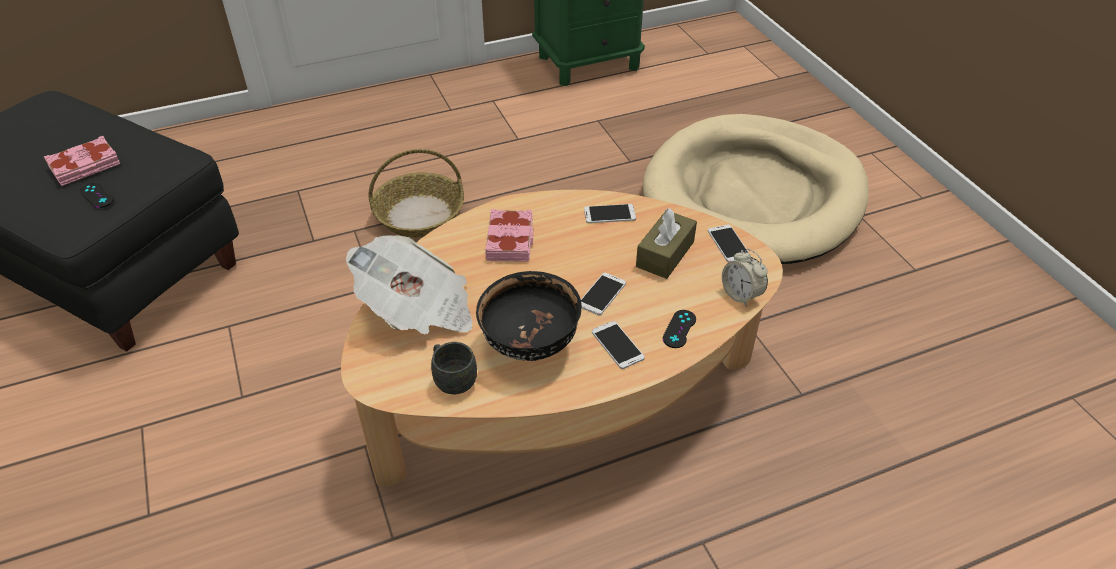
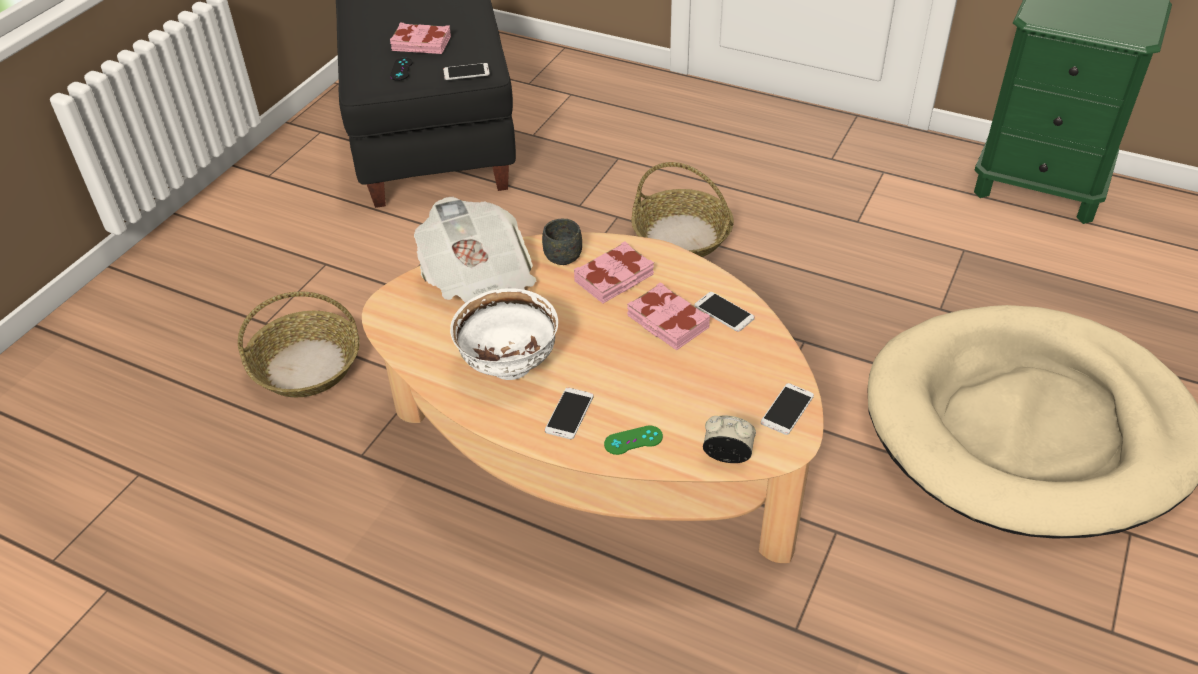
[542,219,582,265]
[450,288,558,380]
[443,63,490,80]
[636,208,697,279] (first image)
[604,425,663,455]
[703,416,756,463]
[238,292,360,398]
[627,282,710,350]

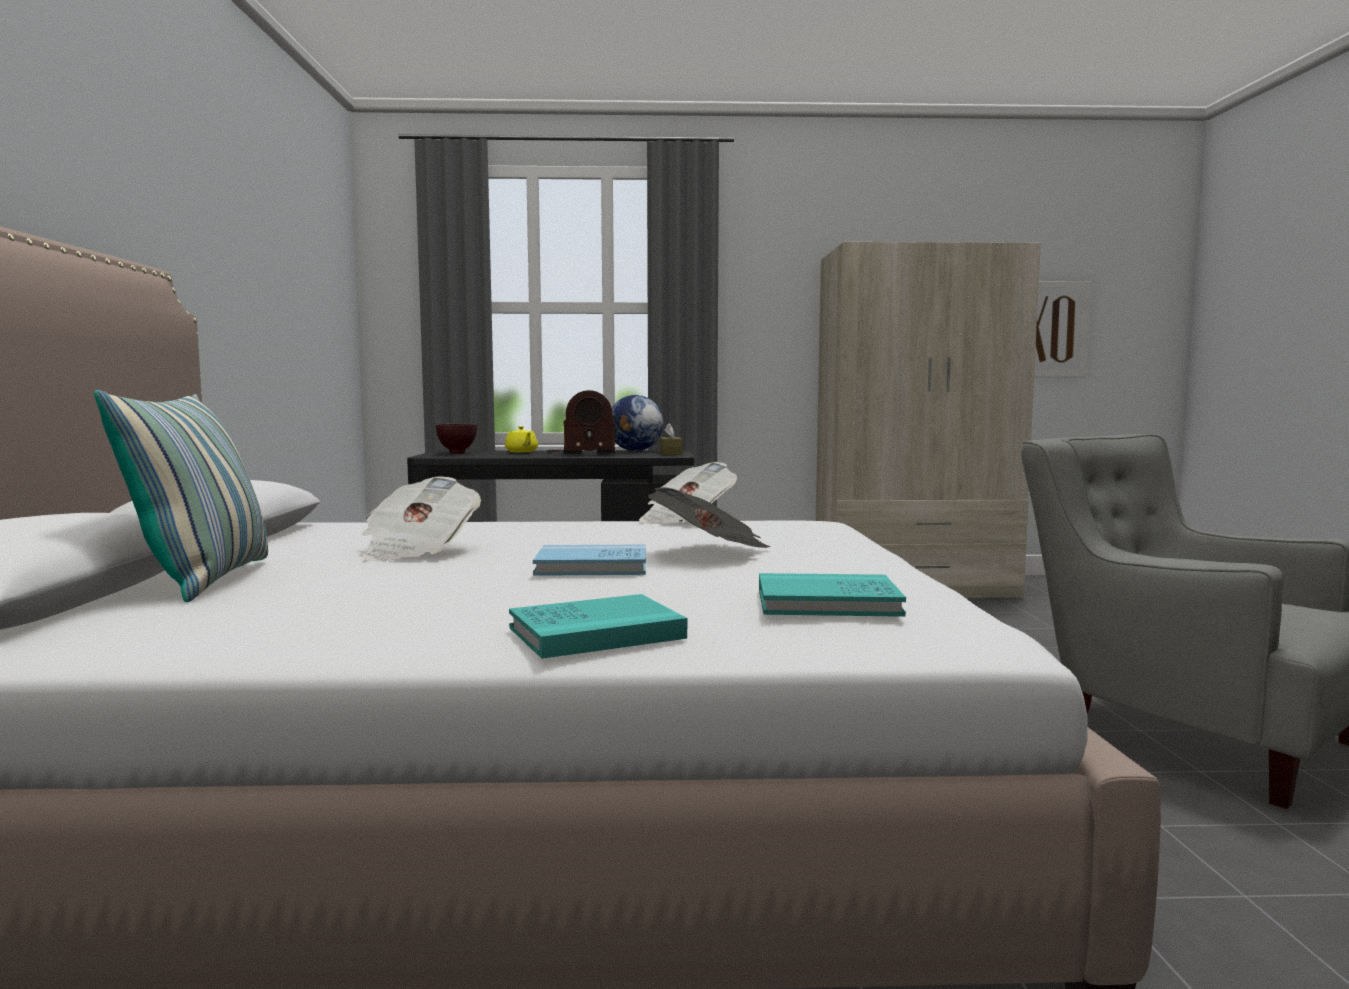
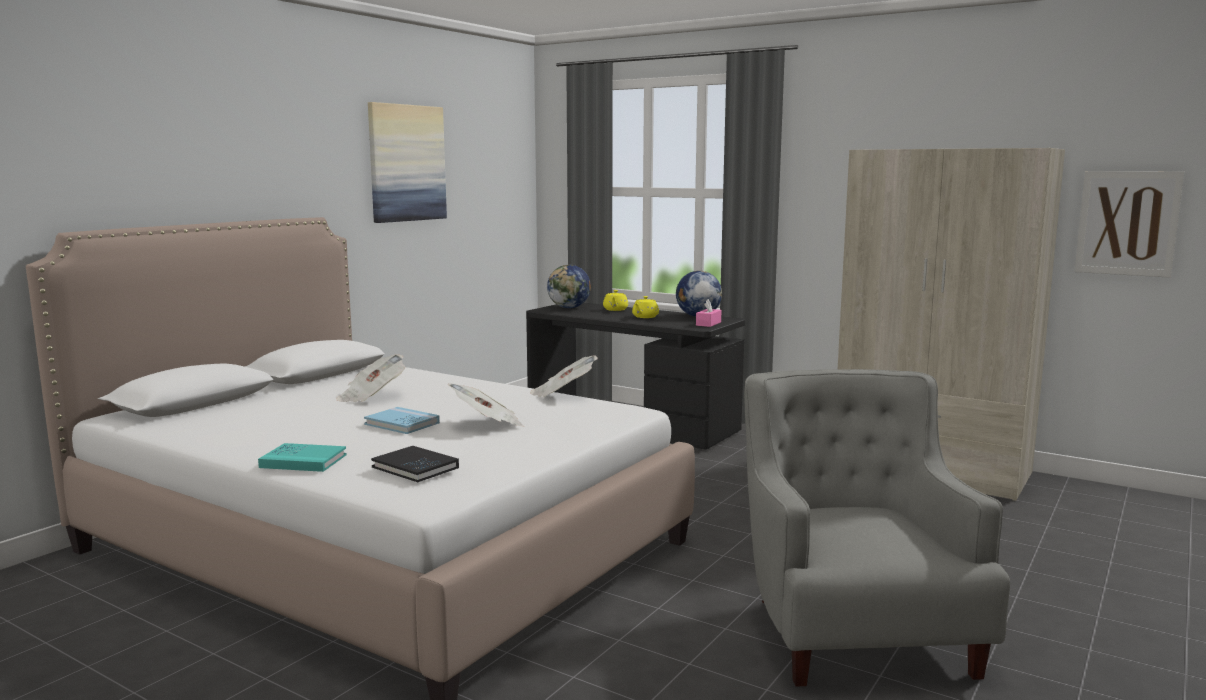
[94,390,268,602] (first image)
[547,265,591,308]
[632,296,659,318]
[696,299,721,327]
[371,446,459,482]
[368,102,447,223]

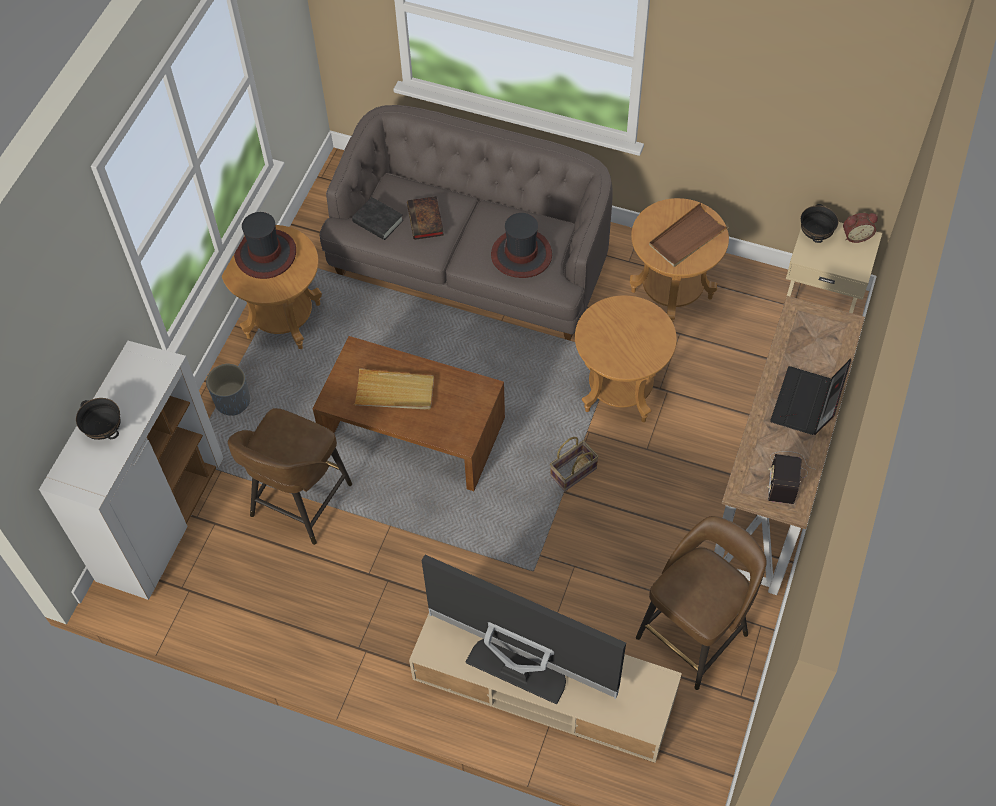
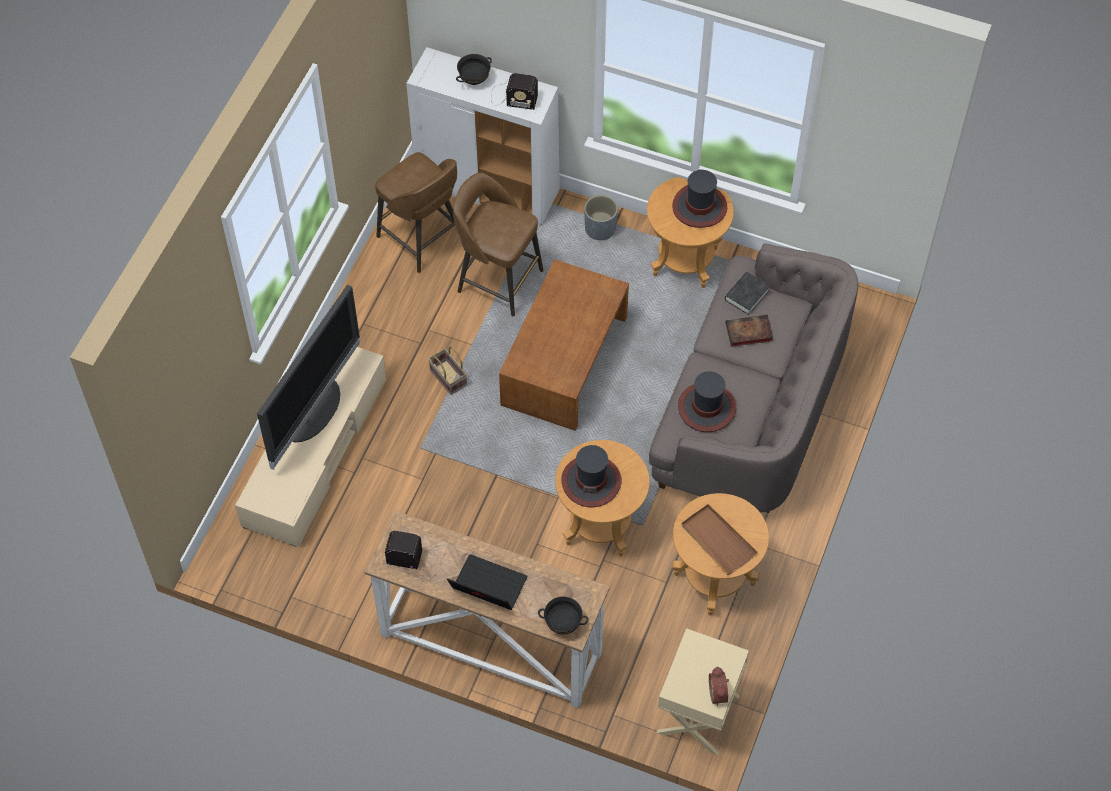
[354,368,434,410] (first image)
[428,346,467,395]
[375,152,457,273]
[538,596,589,634]
[491,73,538,110]
[561,445,621,507]

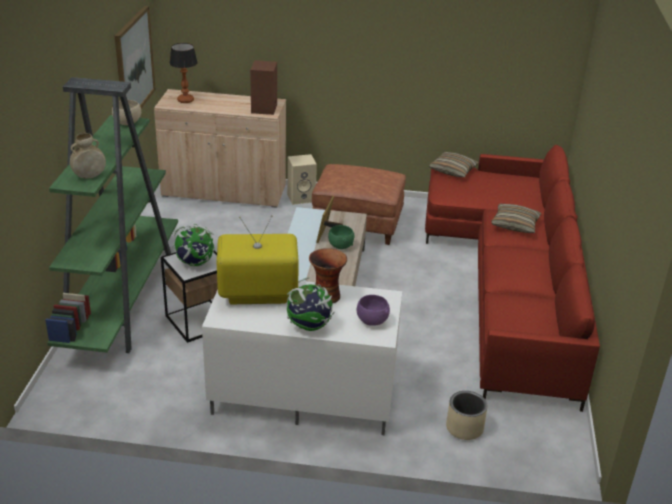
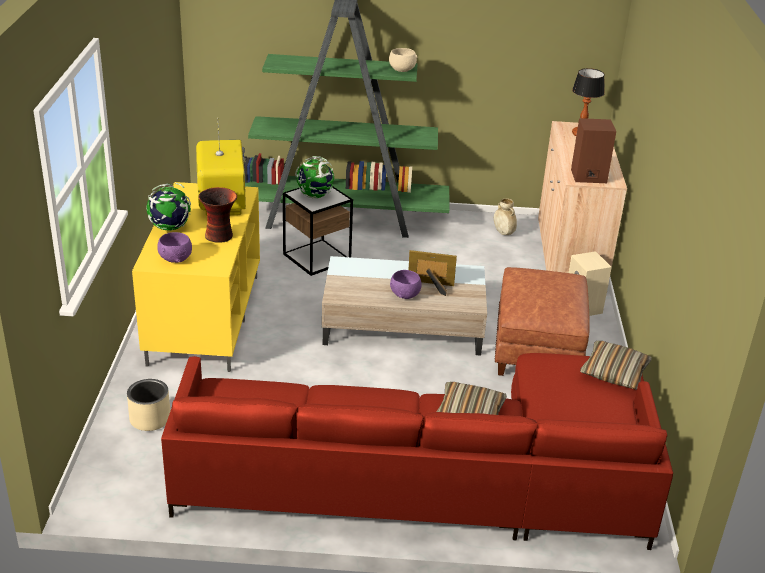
[494,198,517,235]
[115,6,156,109] (first image)
[132,182,260,372]
[390,270,422,299]

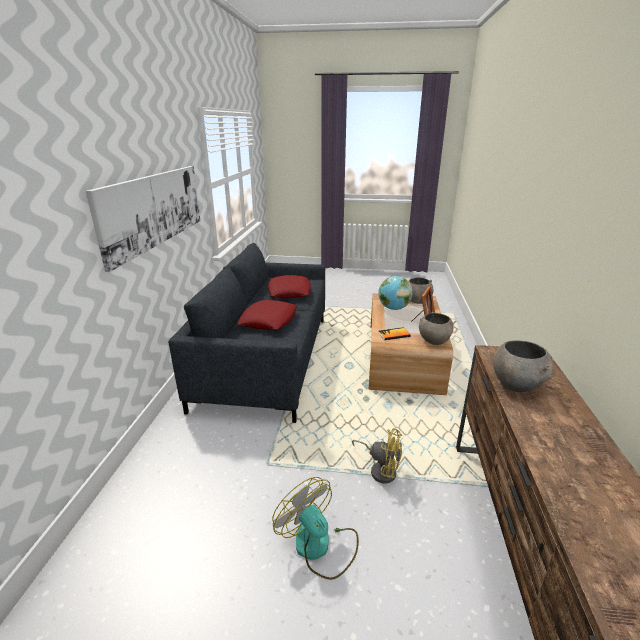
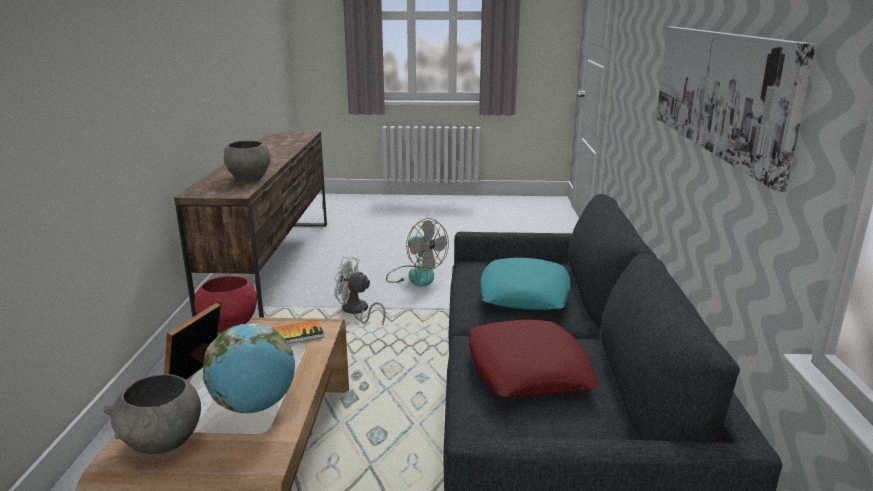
[480,258,571,310]
[334,256,386,325]
[194,276,257,332]

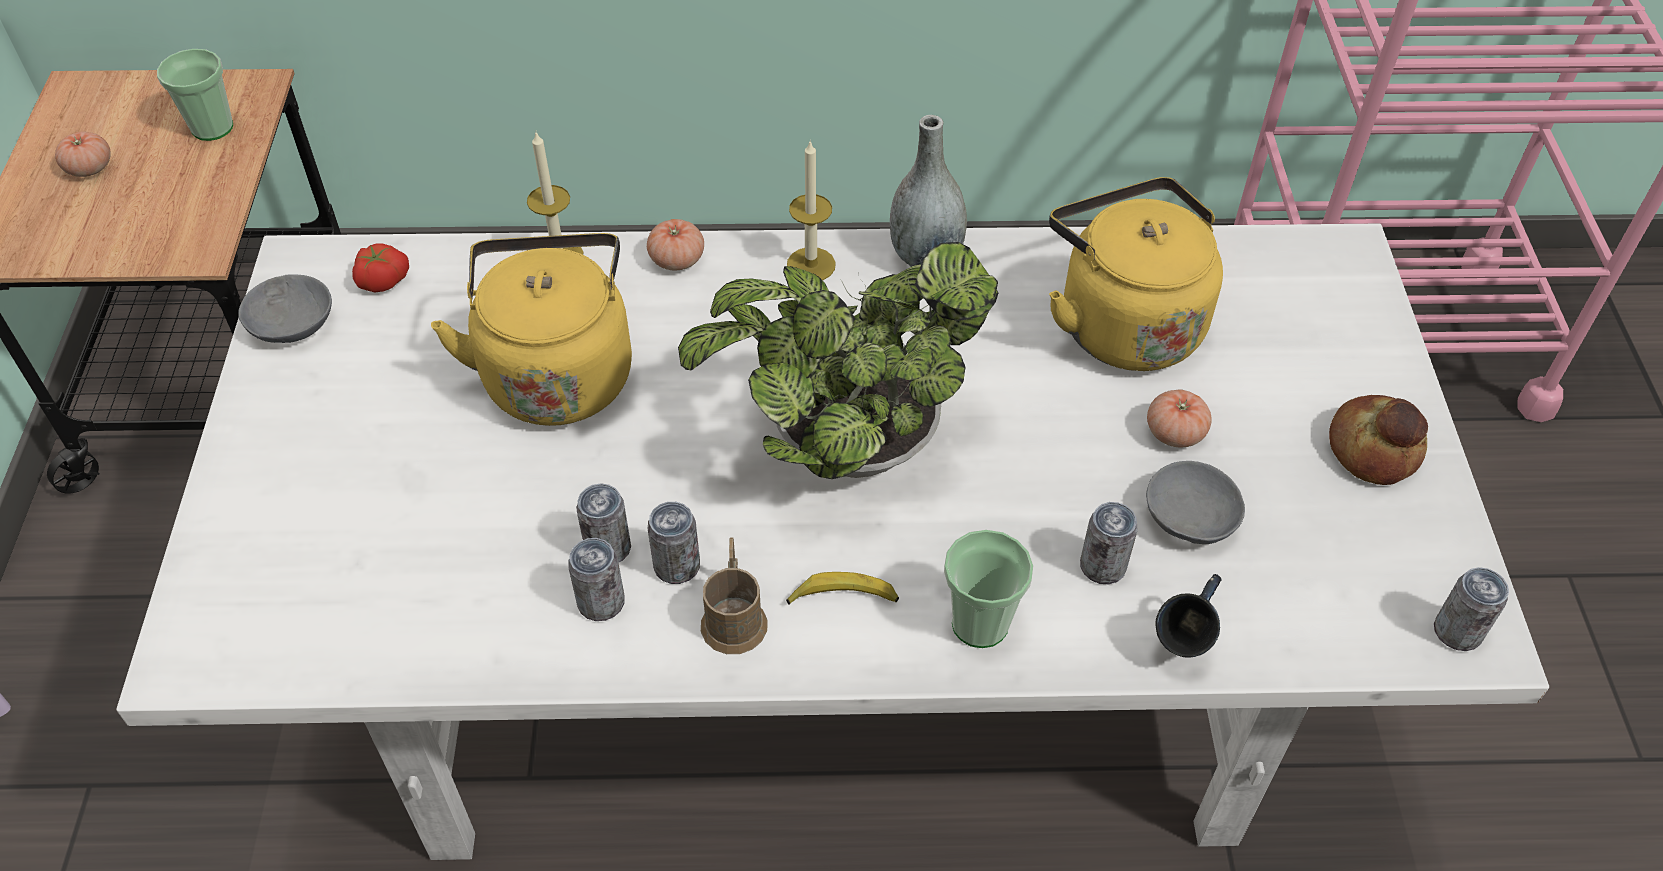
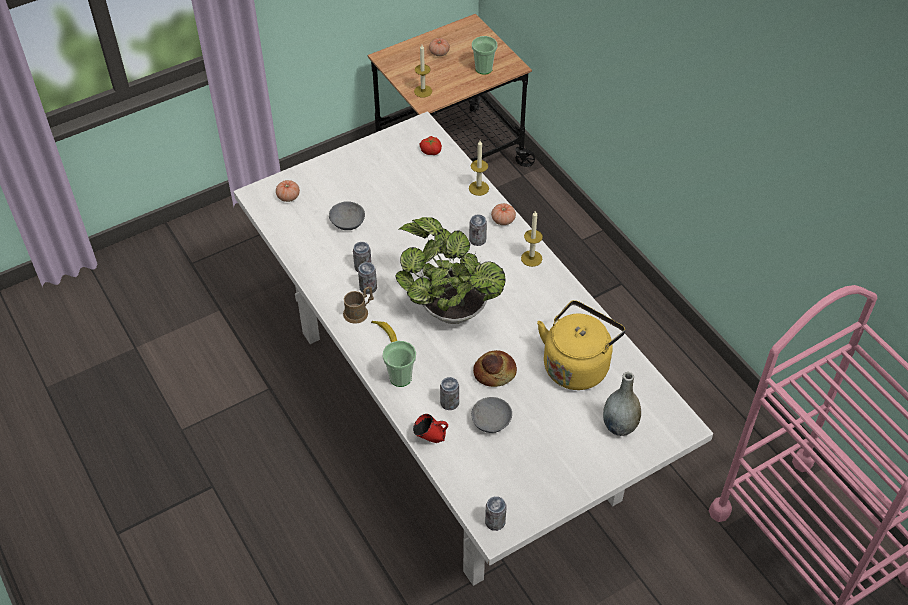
[329,201,365,230]
[431,233,632,426] (first image)
[469,214,487,246]
[603,372,641,436]
[276,180,300,202]
[413,414,448,443]
[473,350,517,387]
[414,45,432,98]

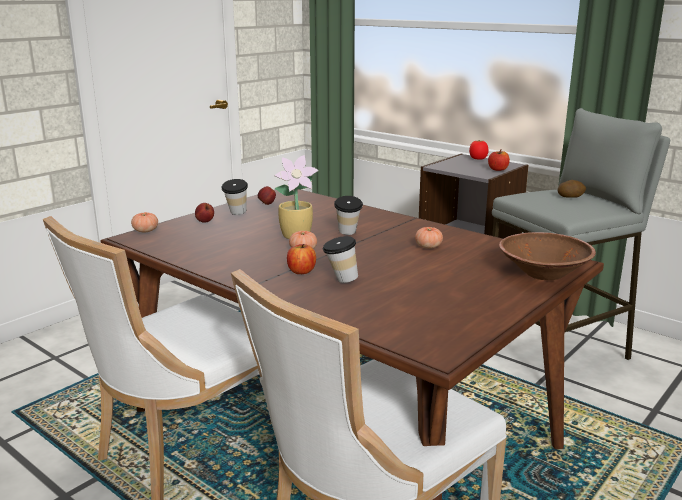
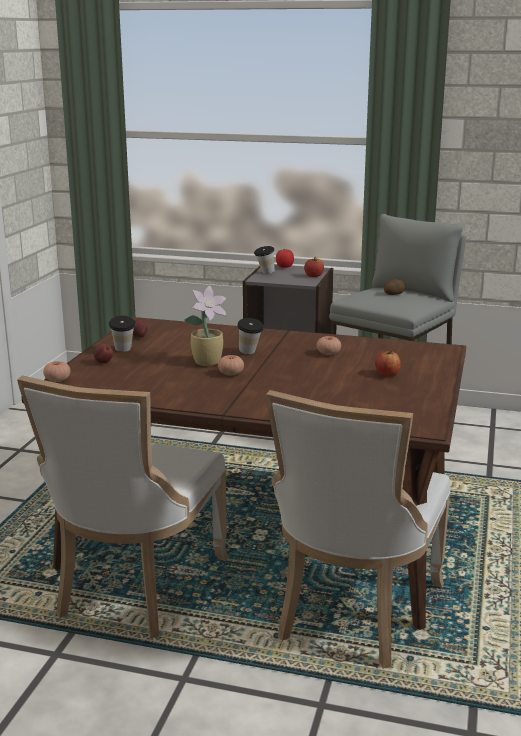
[376,350,401,377]
[254,246,275,274]
[499,232,596,280] (first image)

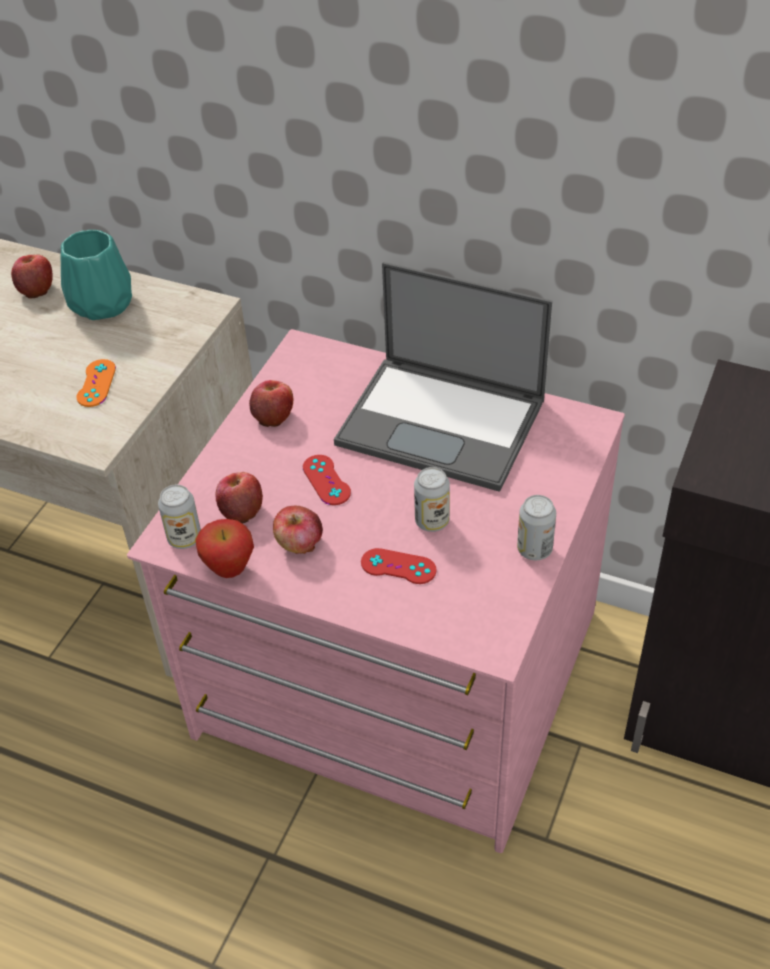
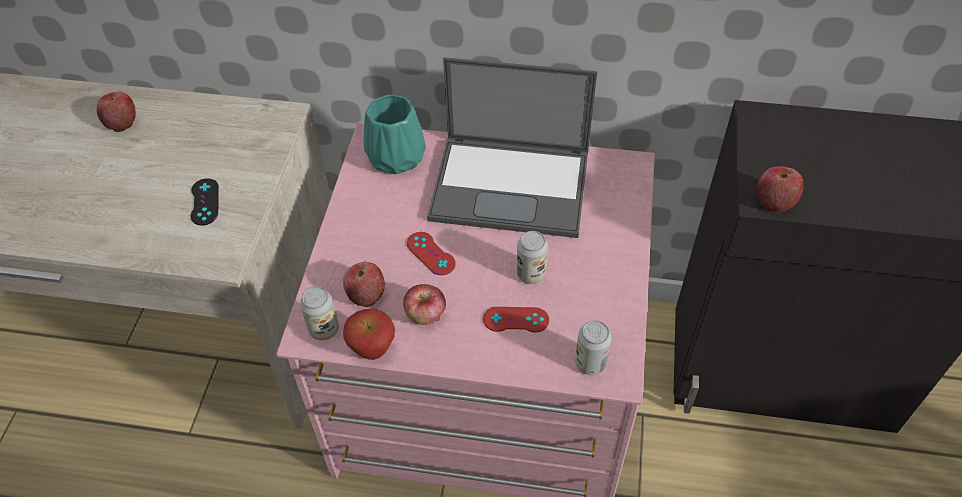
[364,95,426,174]
[190,178,219,226]
[757,166,804,213]
[575,320,612,375]

